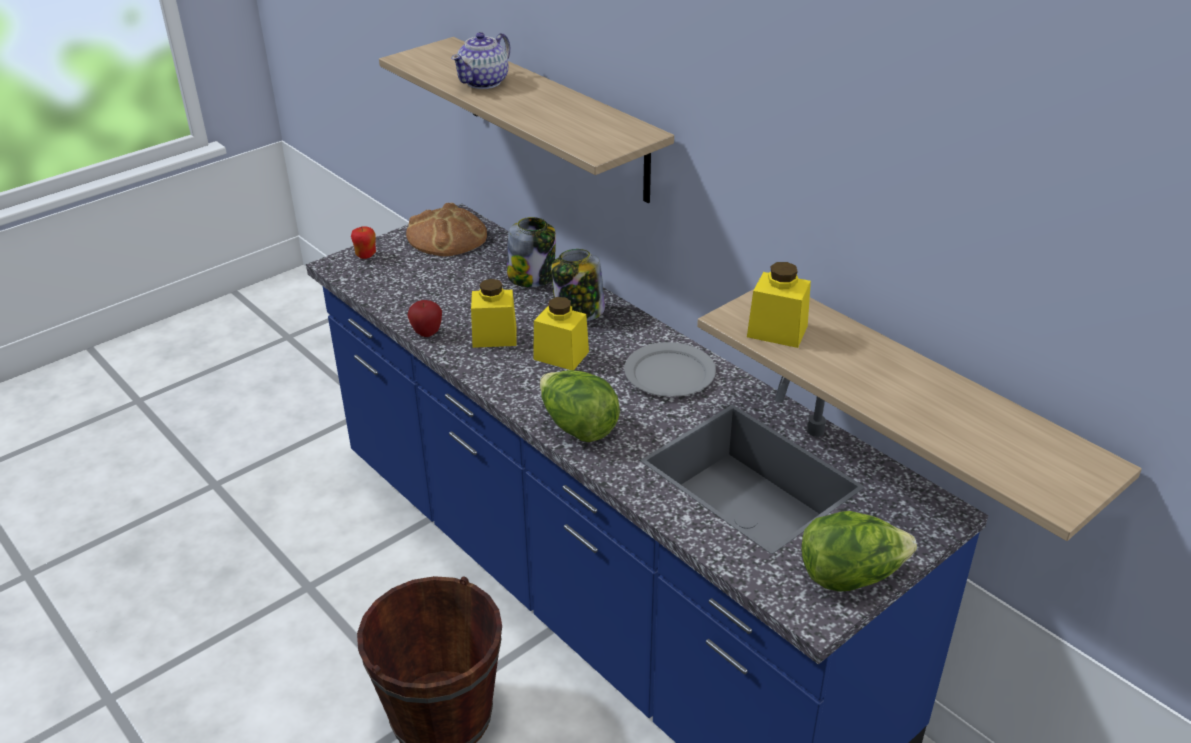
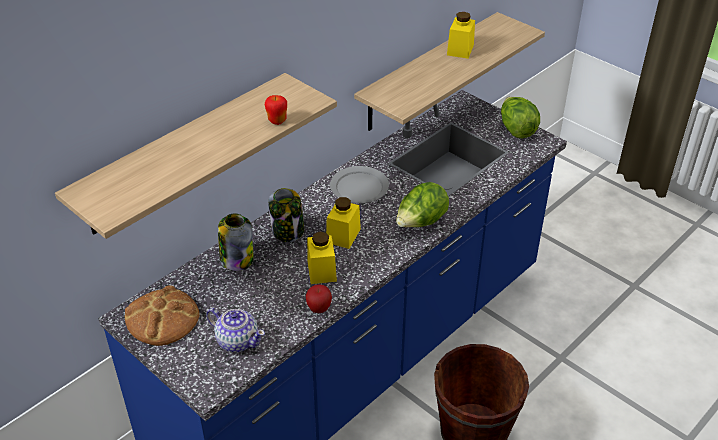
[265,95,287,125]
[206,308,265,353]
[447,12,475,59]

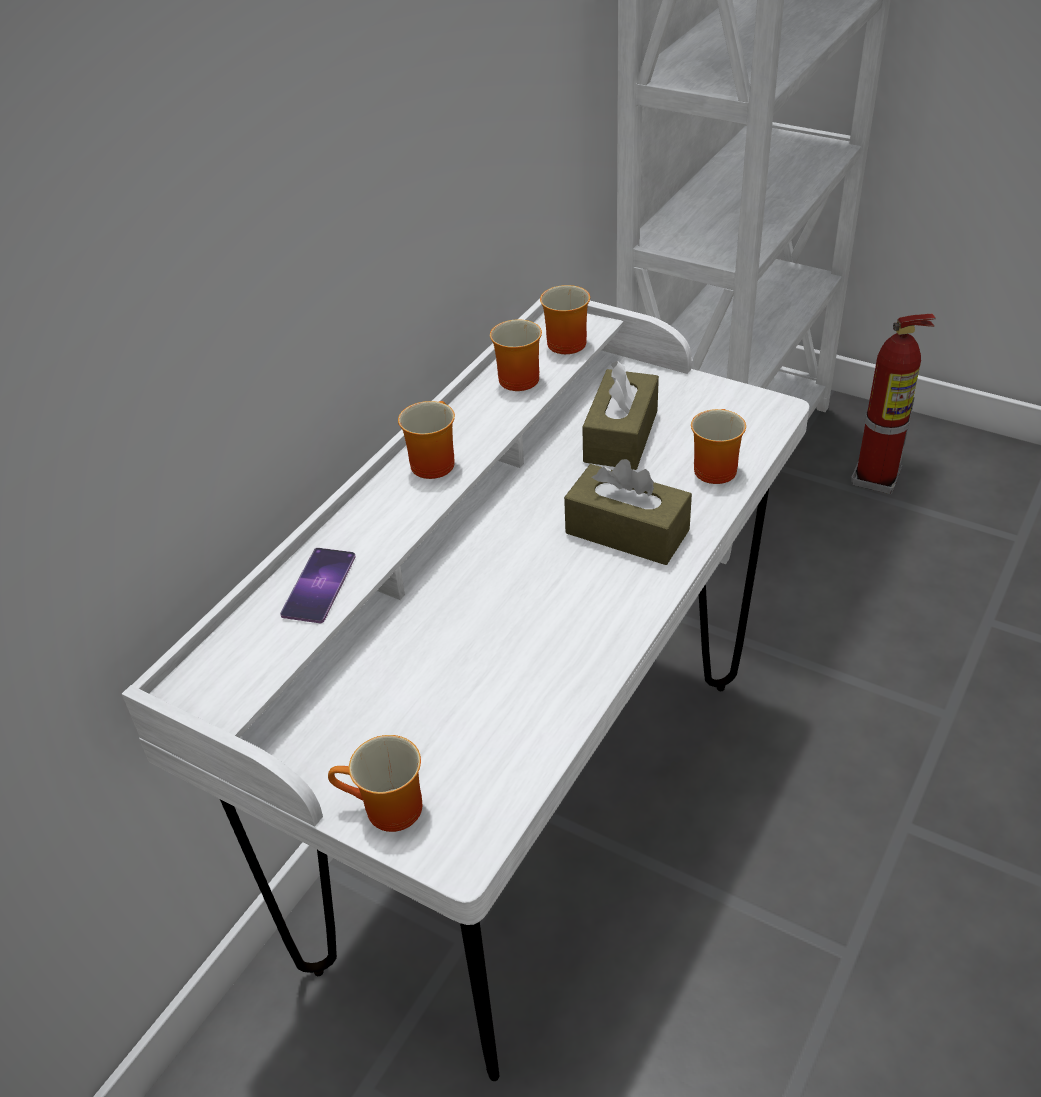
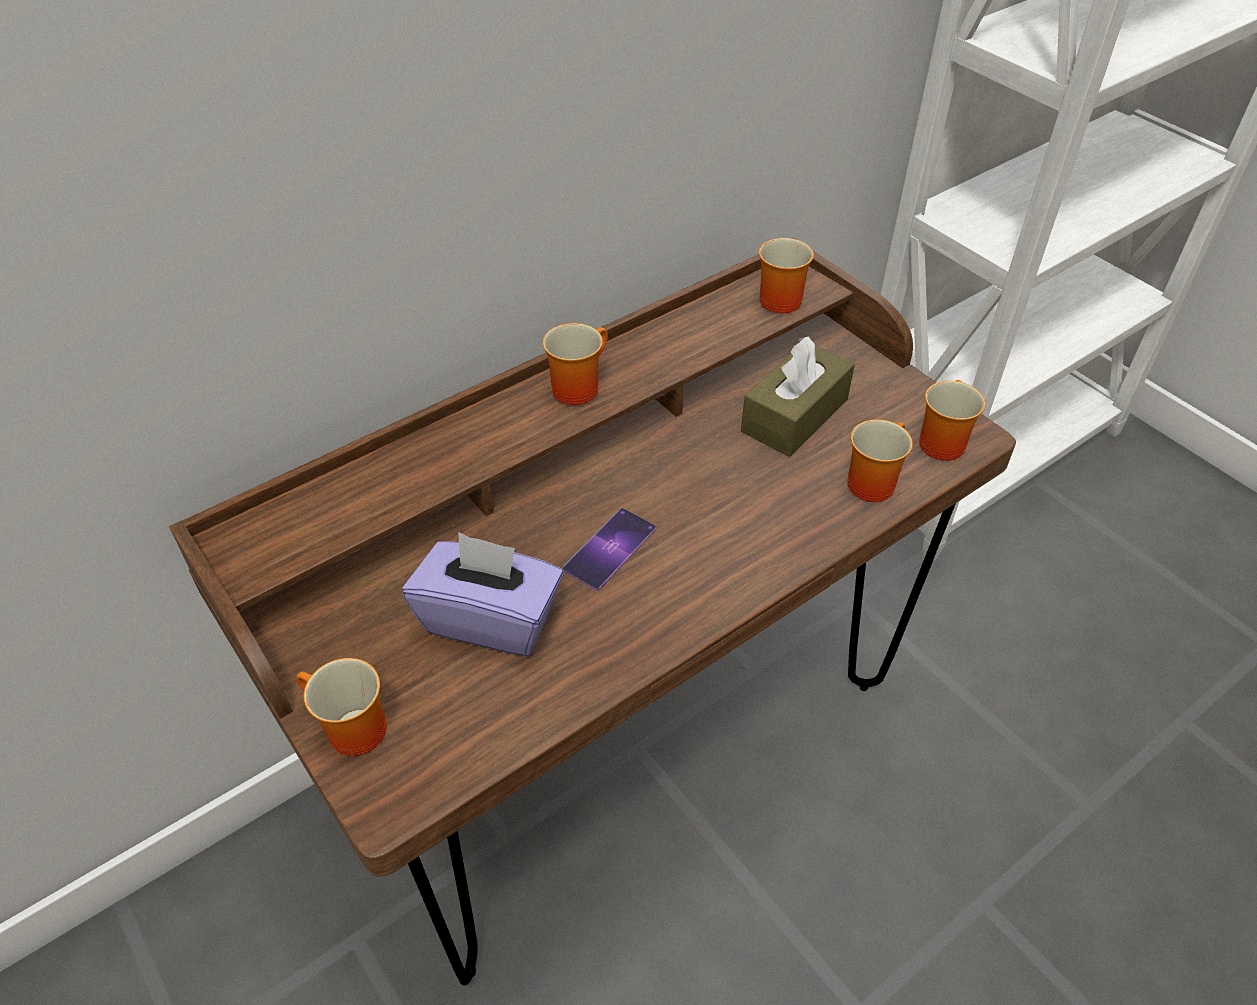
[169,238,1016,986]
[563,508,656,591]
[919,380,985,461]
[564,459,692,565] (first image)
[851,313,936,494] (first image)
[403,532,563,656]

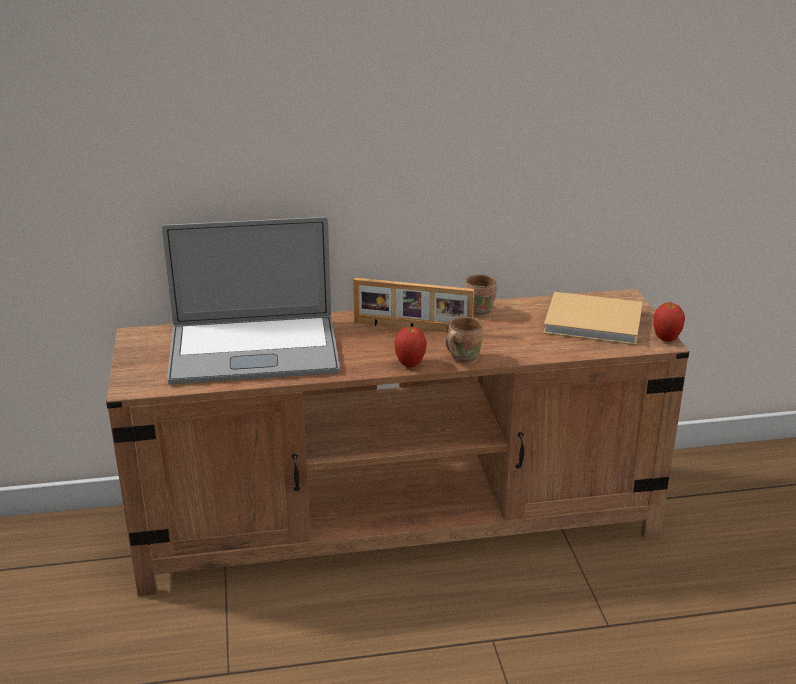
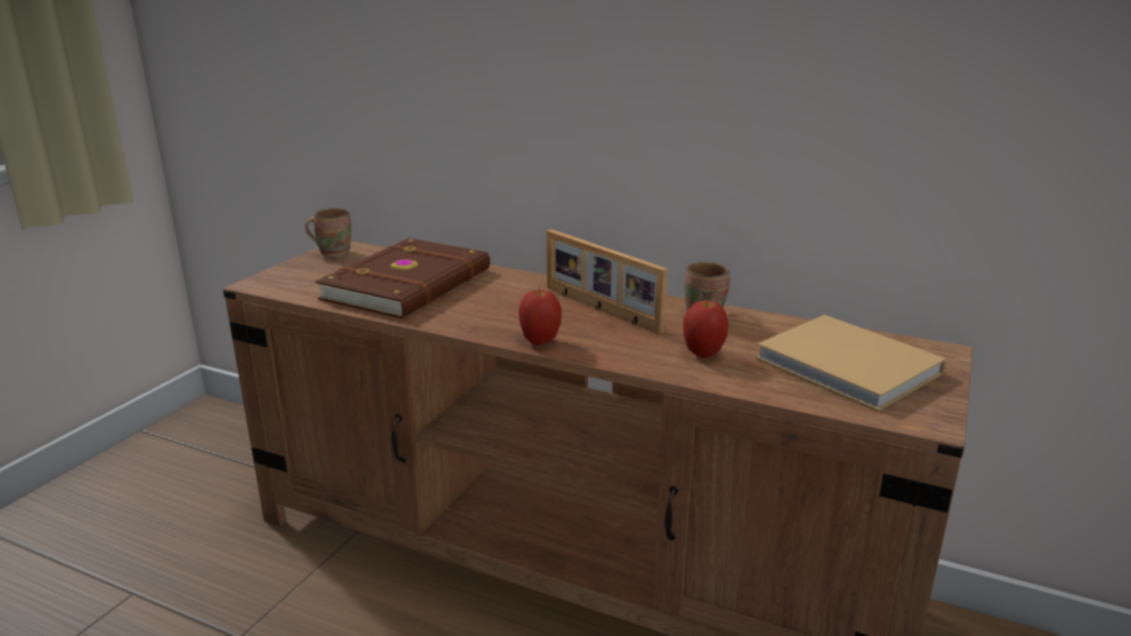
[315,238,490,318]
[305,208,351,257]
[683,300,729,358]

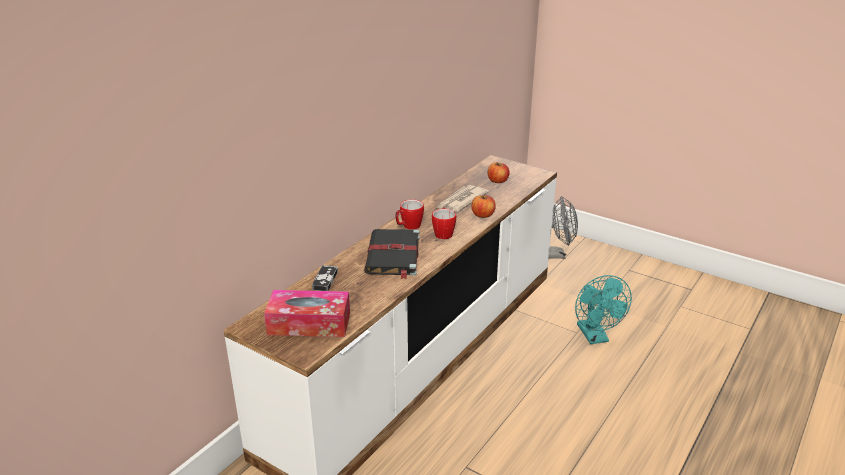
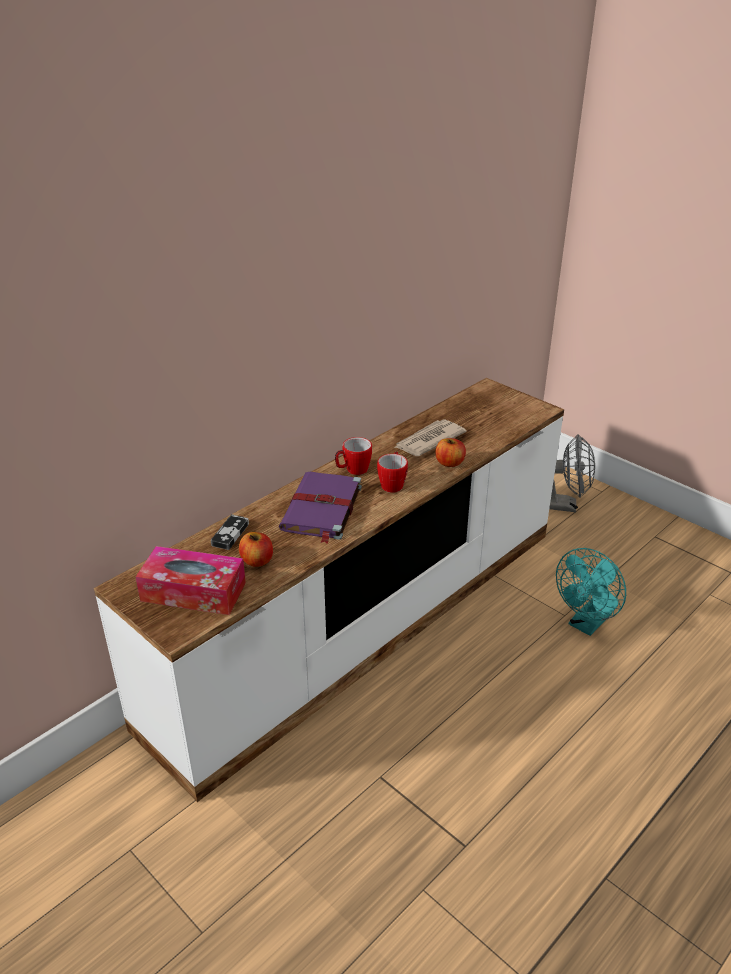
[279,472,362,543]
[239,532,273,567]
[556,548,626,636]

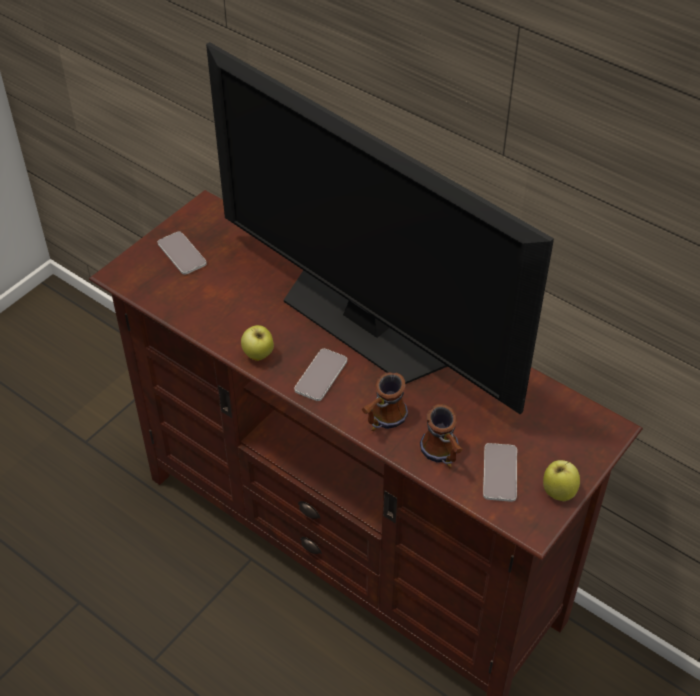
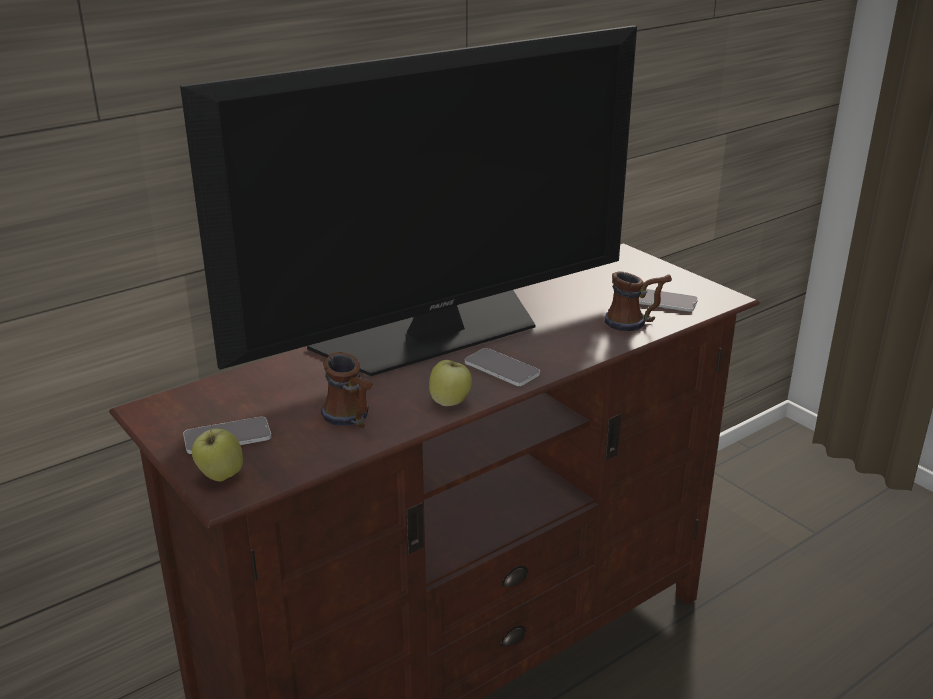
[321,352,373,428]
[192,423,243,481]

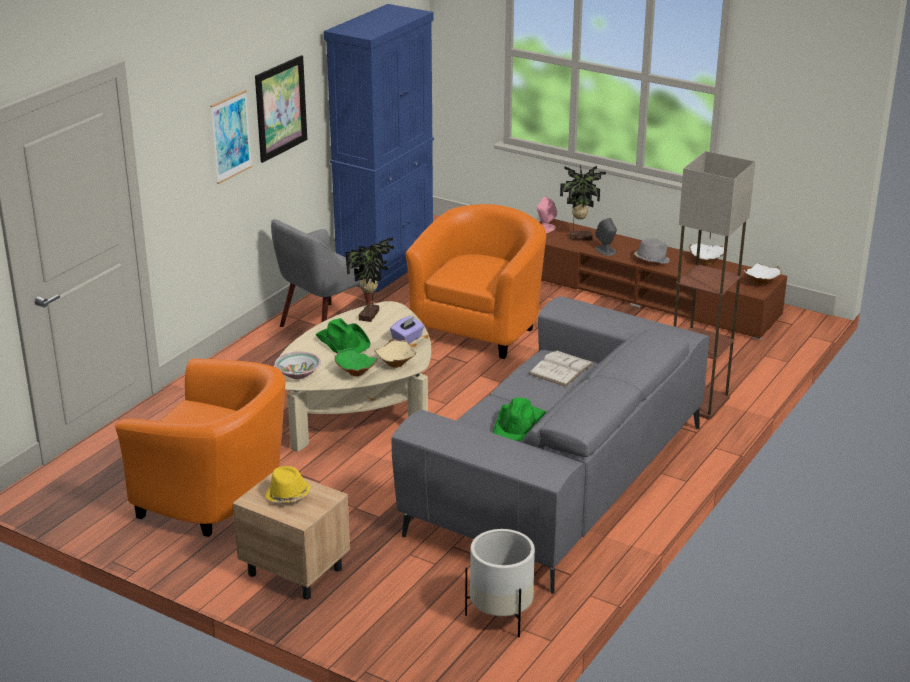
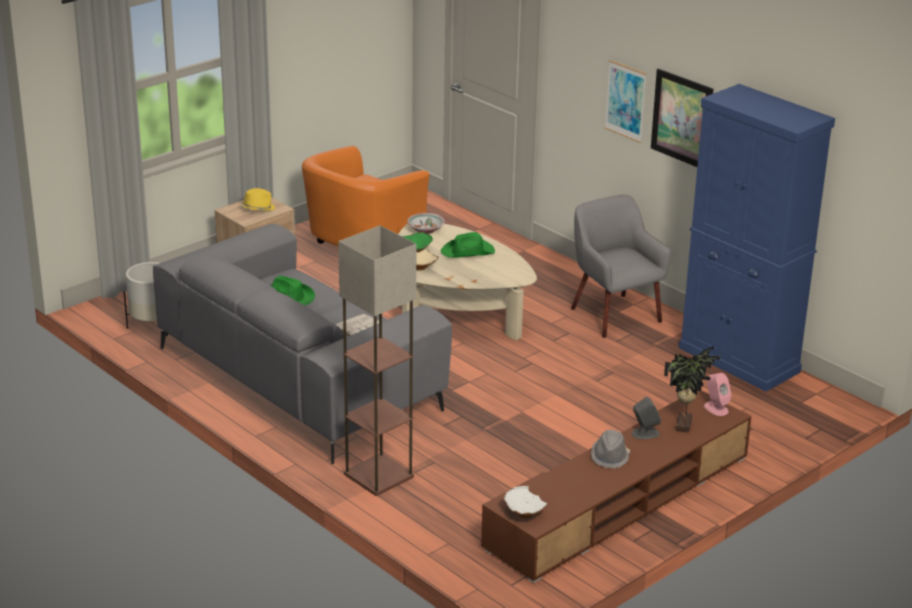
[346,237,394,322] (first image)
[390,316,424,344] (first image)
[406,204,546,359] (first image)
[689,242,724,265] (first image)

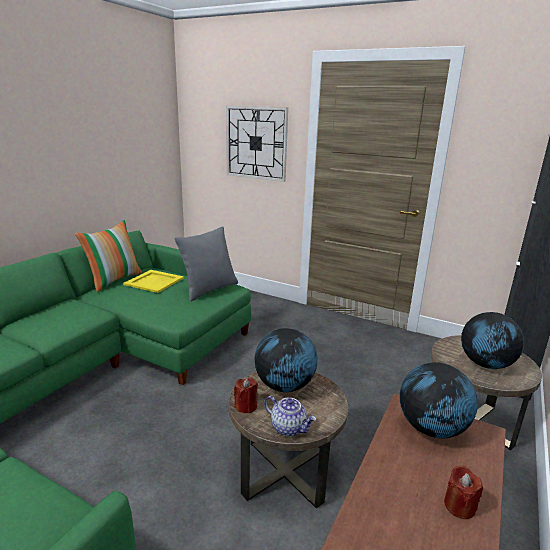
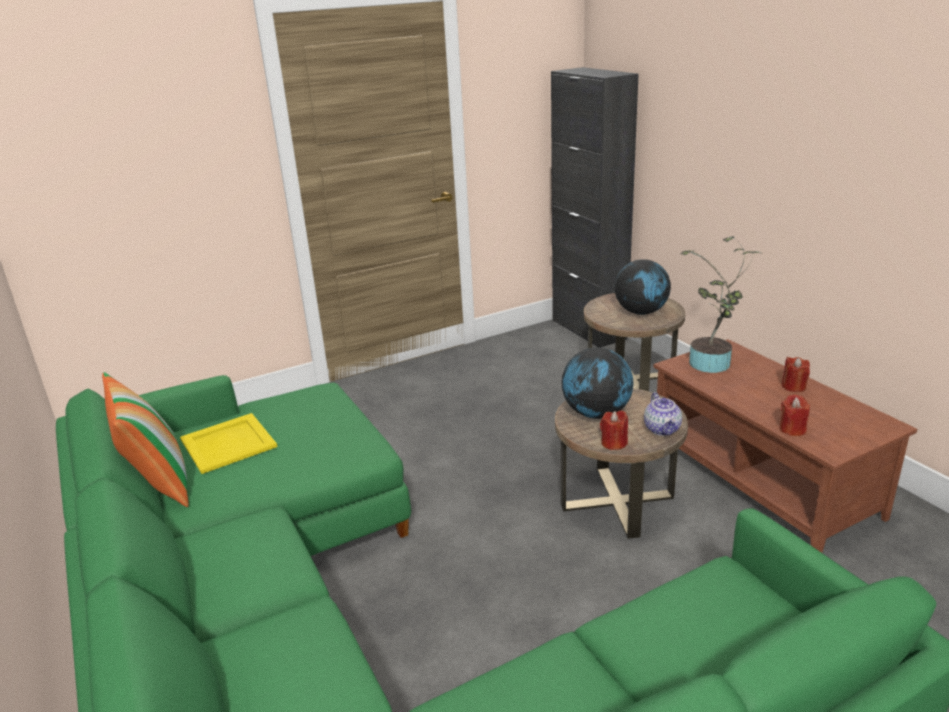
[175,226,238,301] (first image)
[226,106,288,182] (first image)
[644,392,682,436]
[680,236,762,373]
[779,394,810,436]

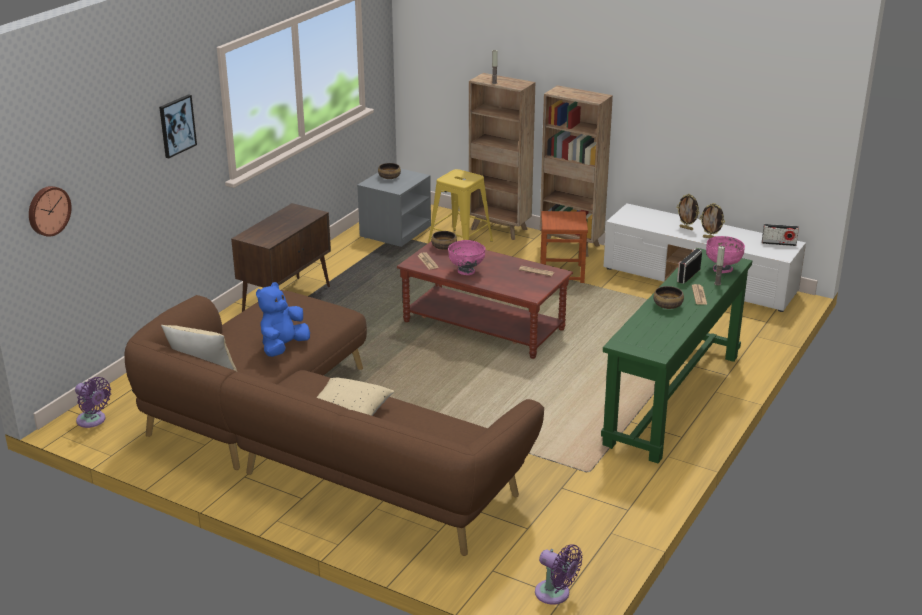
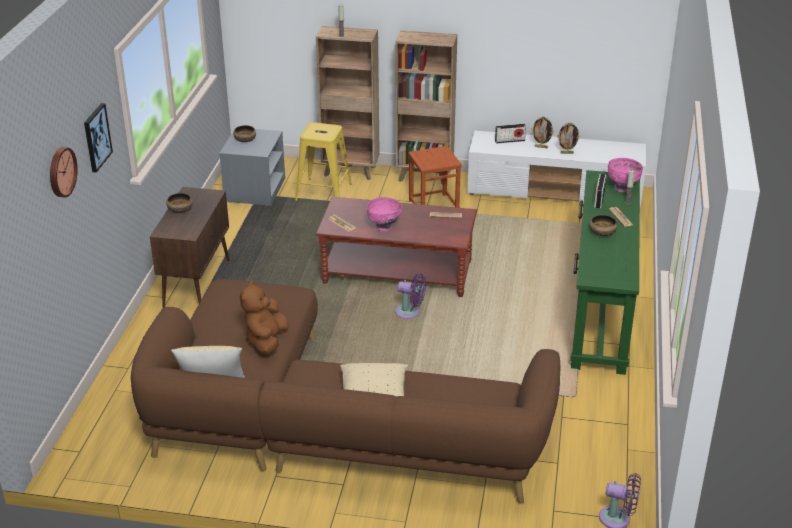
[50,147,78,198]
[395,273,426,319]
[240,281,289,355]
[166,193,193,213]
[495,124,526,143]

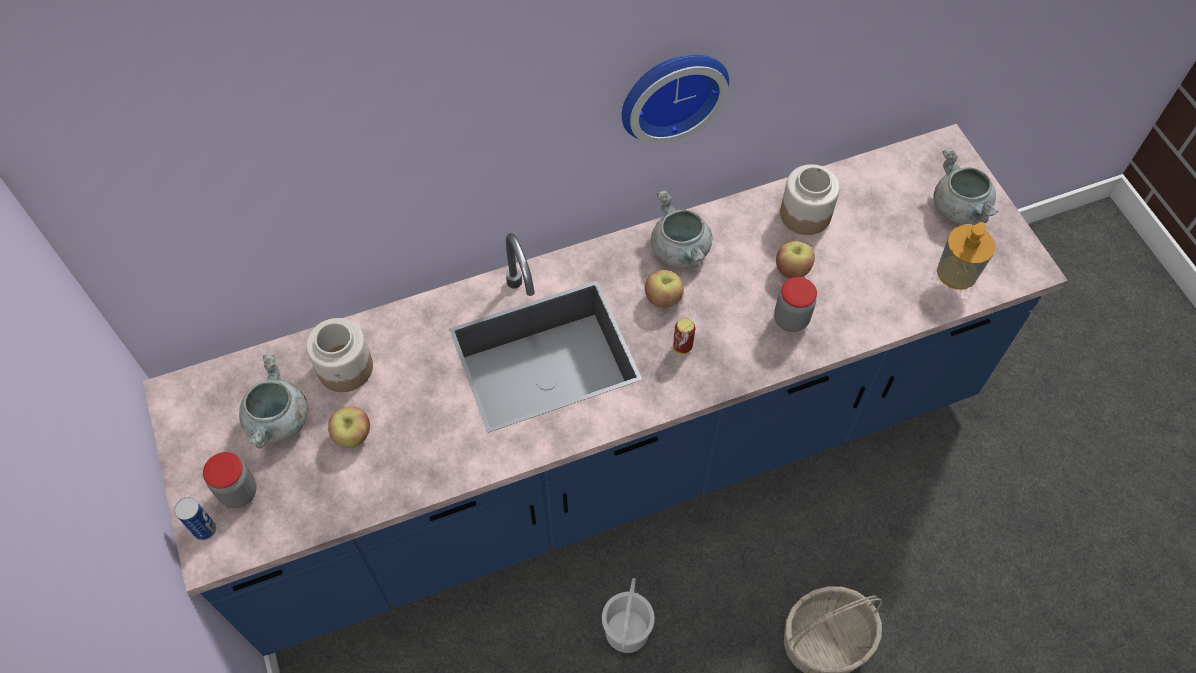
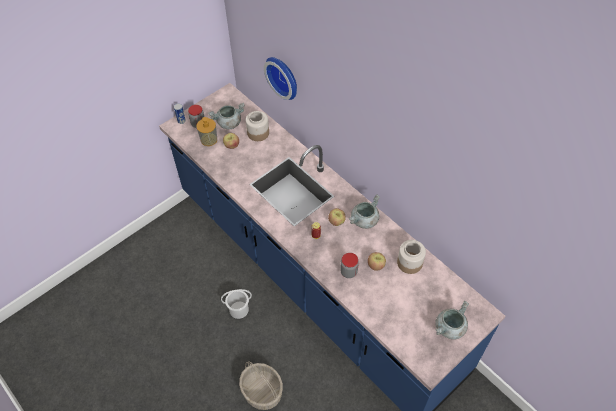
[264,57,297,100]
[196,117,217,146]

